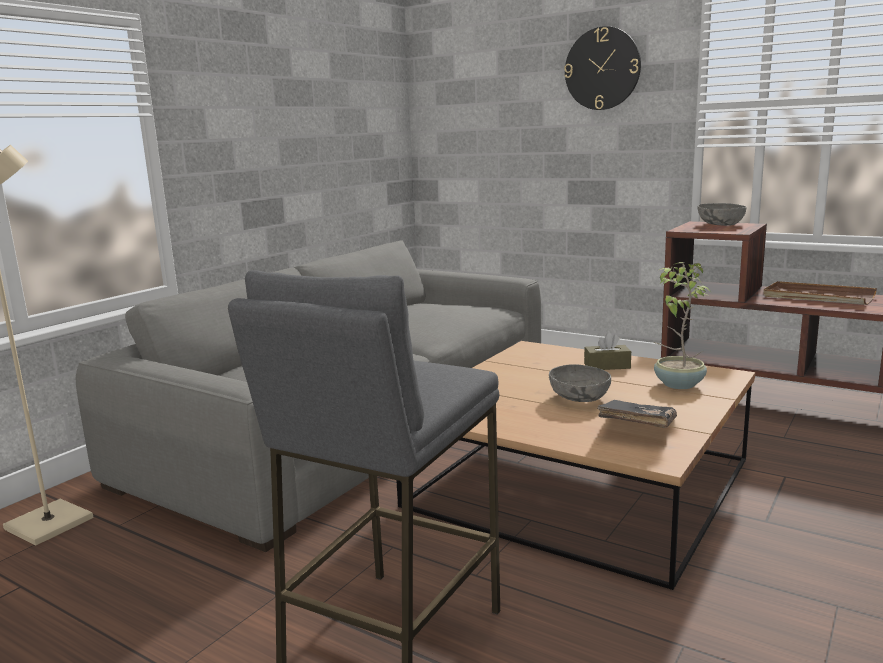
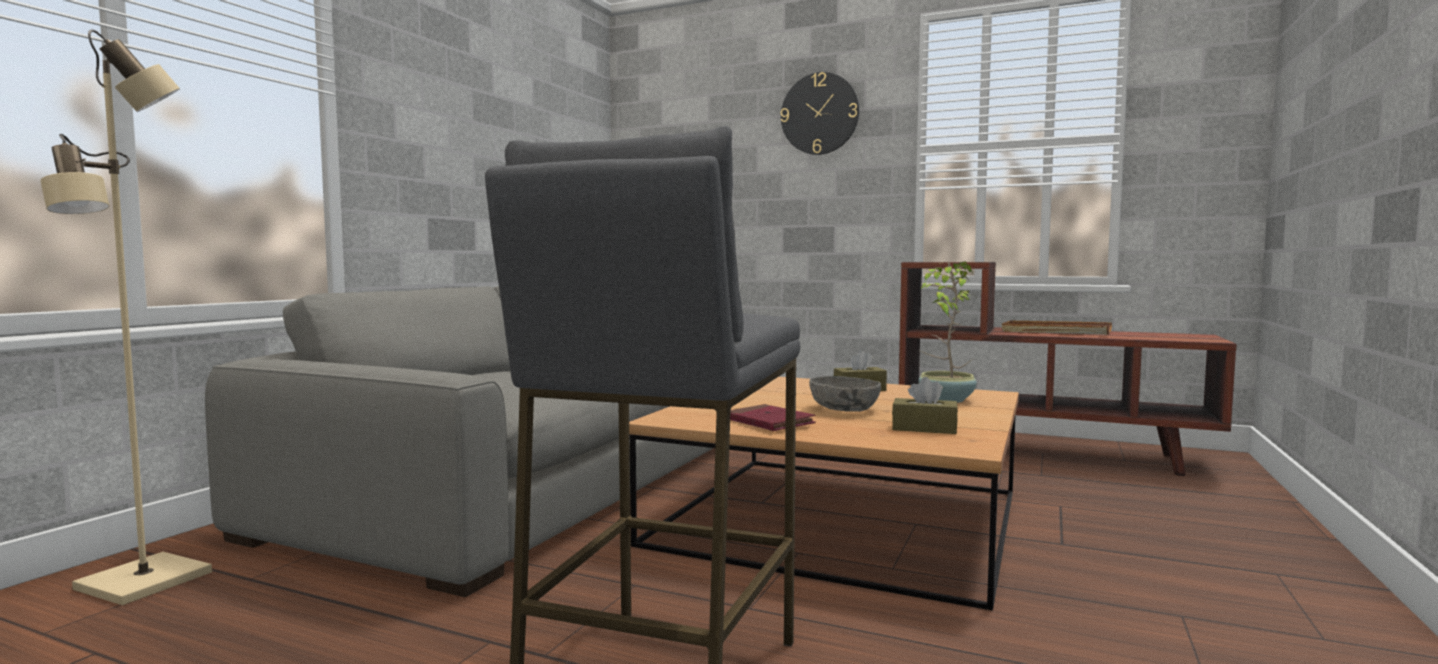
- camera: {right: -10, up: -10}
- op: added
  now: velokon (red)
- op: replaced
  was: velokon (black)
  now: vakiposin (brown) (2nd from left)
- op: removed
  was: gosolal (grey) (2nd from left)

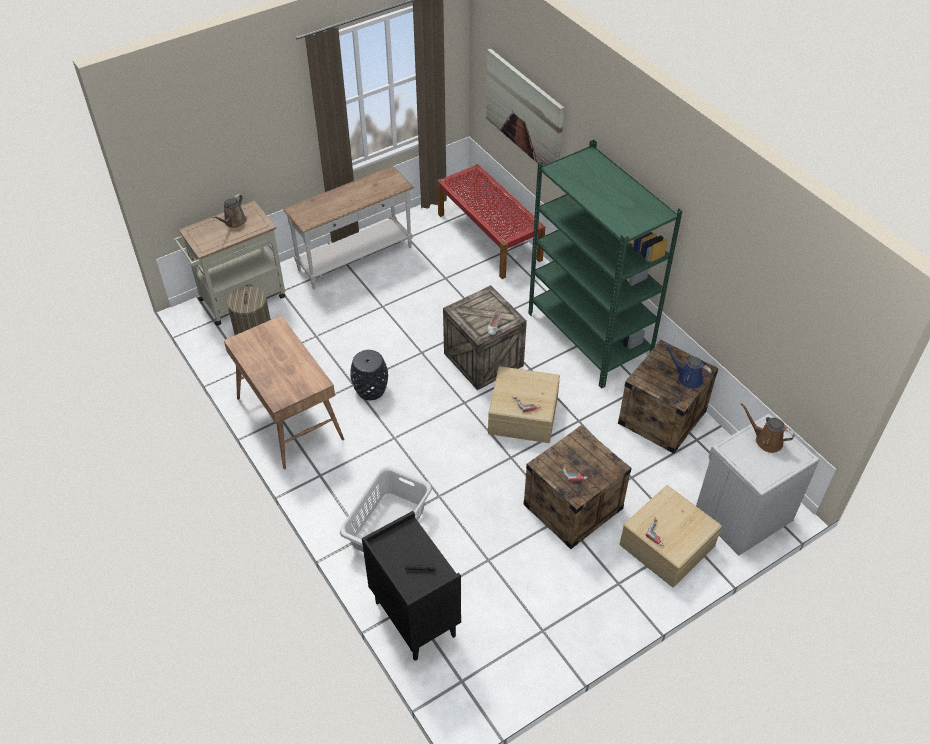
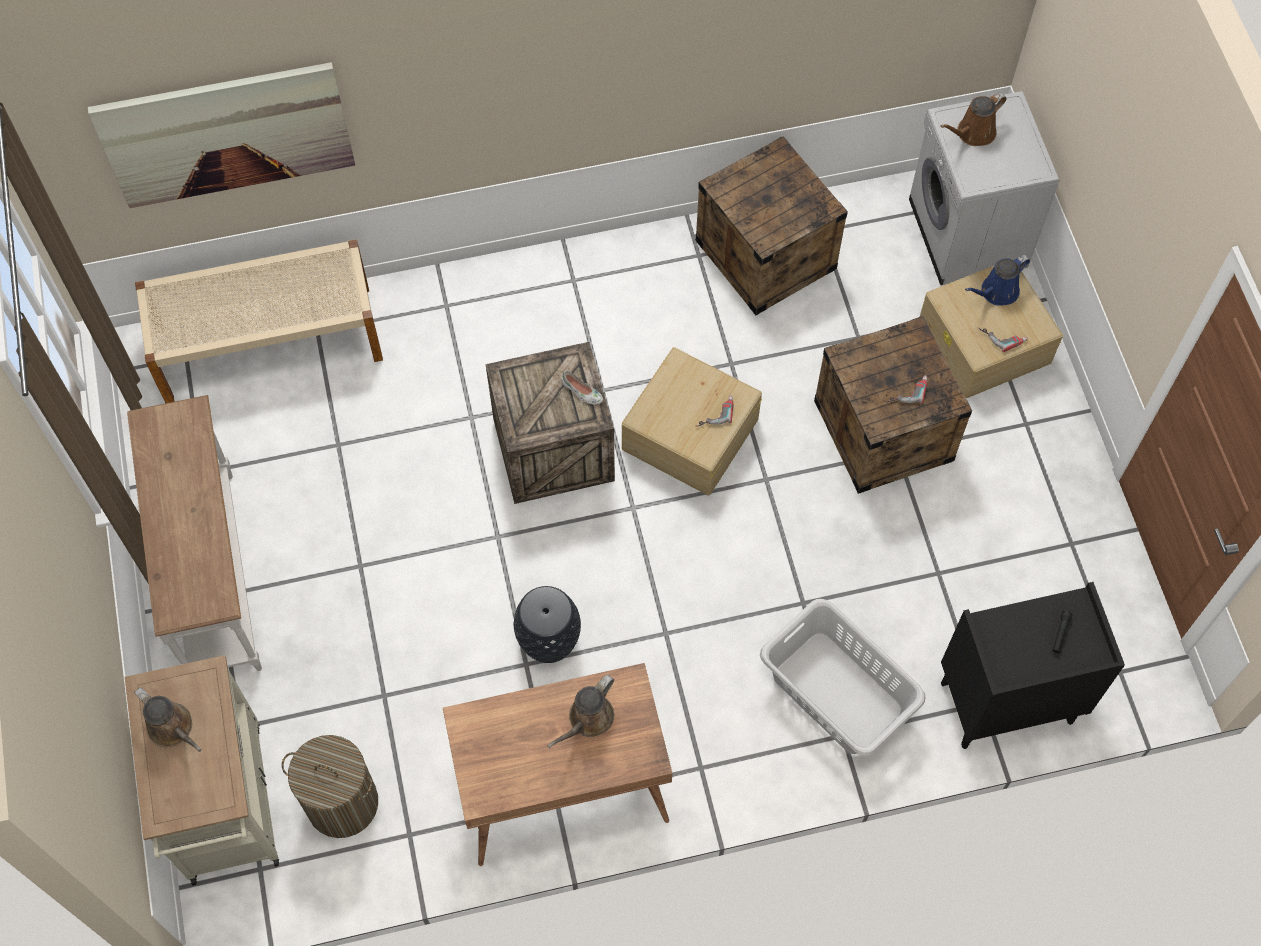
- camera: {right: -70, up: 15}
- op: recoloured
  was: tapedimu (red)
  now: tapedimu (beige)
- op: added
  now: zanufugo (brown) (2nd from left)
- op: moved
  was: zanufugo (blue)
- op: removed
  was: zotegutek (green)

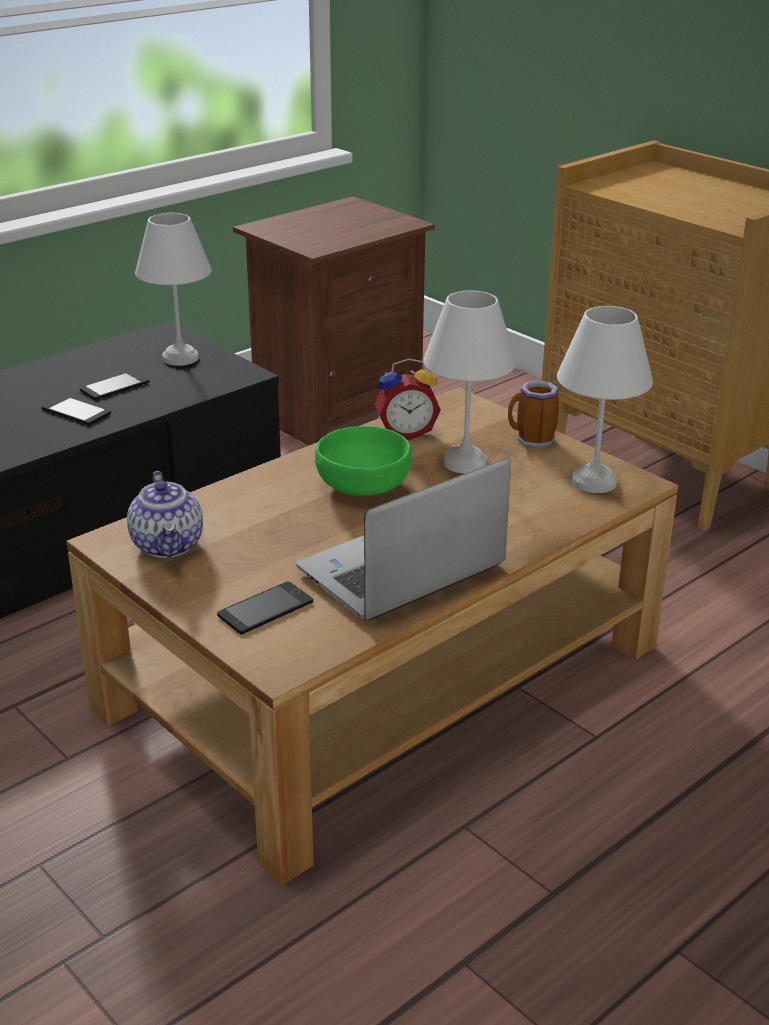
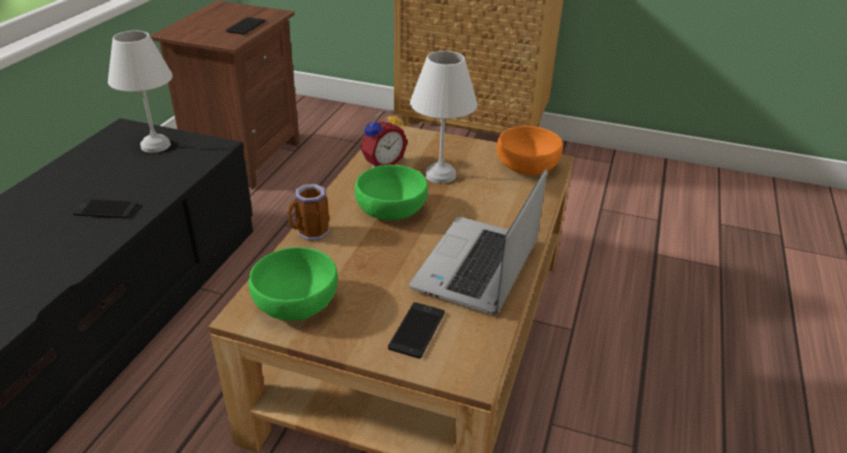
- camera: {right: -30, up: 5}
- op: moved
  was: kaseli (2nd from left)
- op: replaced
  was: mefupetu
  now: gosolal (green) (1st from left)
- op: moved
  was: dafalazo
- op: replaced
  was: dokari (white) (3rd from left)
  now: gosolal (orange)

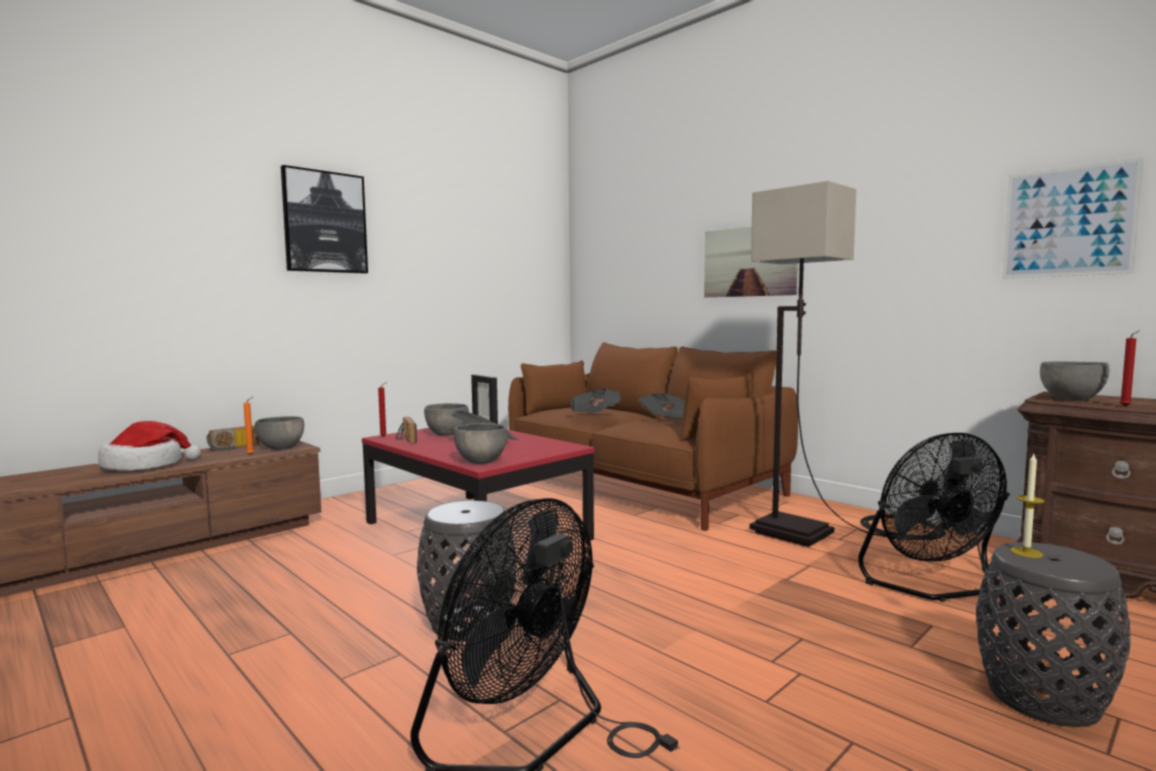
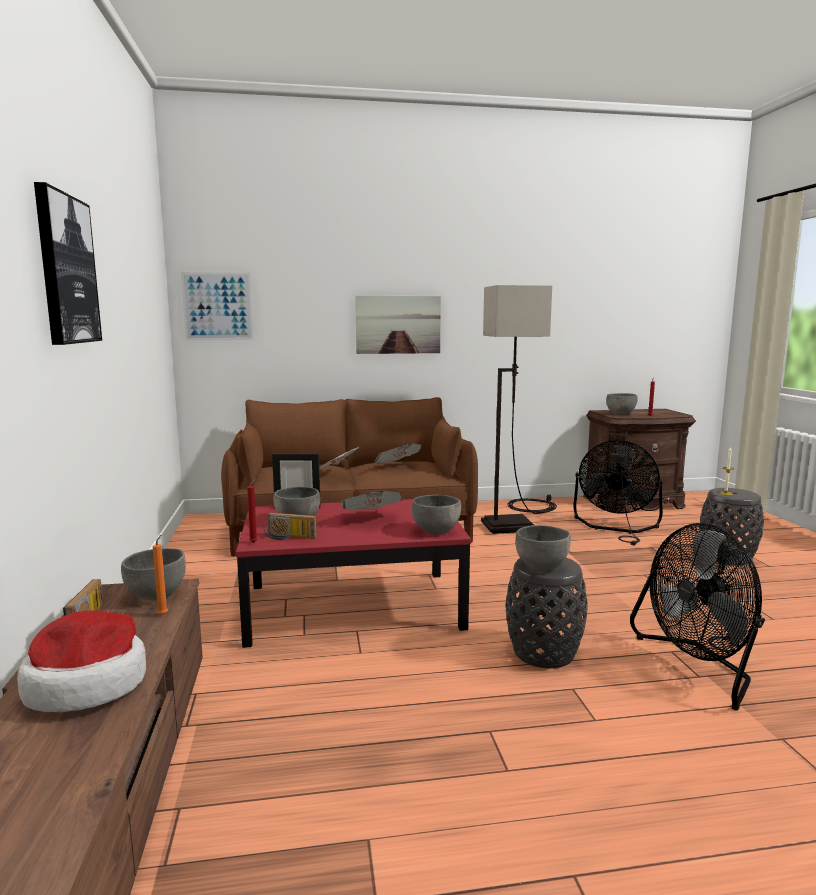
- camera: {right: -55, up: 5}
- op: moved
  was: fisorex (3rd from left in the first image)
  now: fisorex (2nd from left)
- op: added
  now: gosolal (grey) (4th from left)
- op: turned
  was: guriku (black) (2nd from left in the first image)
  clockwise: 90

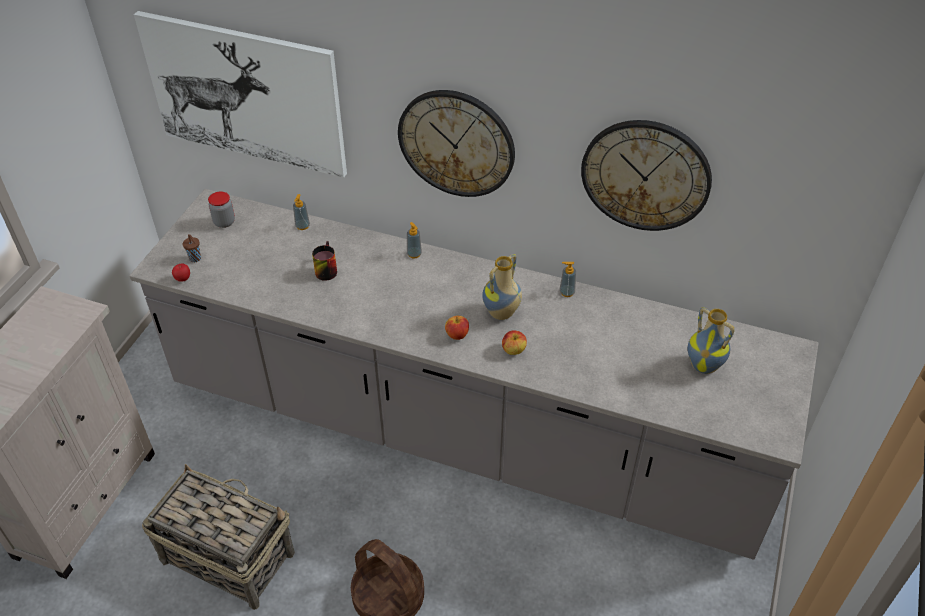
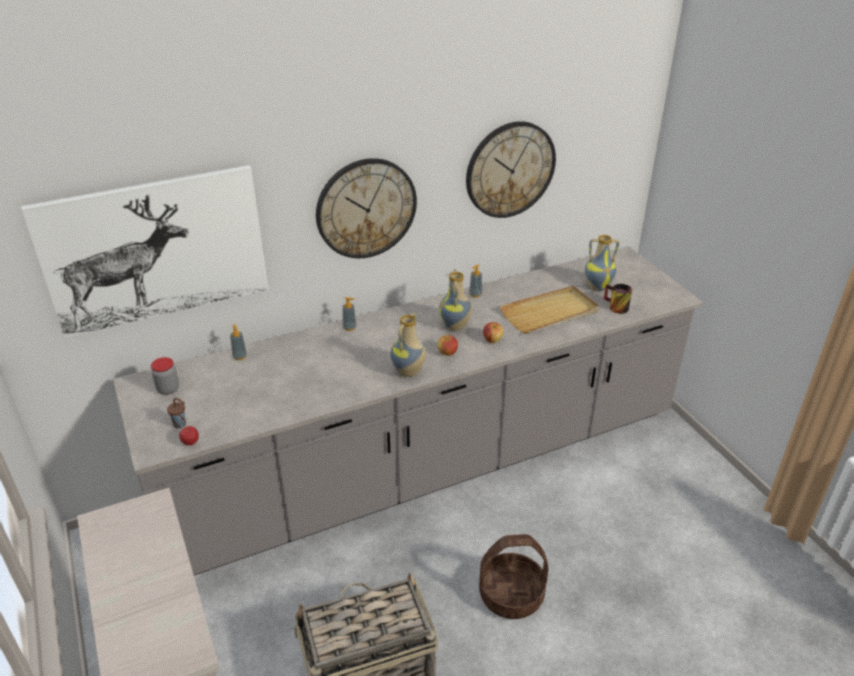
- camera: {right: -45, up: -10}
- op: added
  now: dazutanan (1st from left)
- op: added
  now: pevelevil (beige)
- op: moved
  was: dafalazo

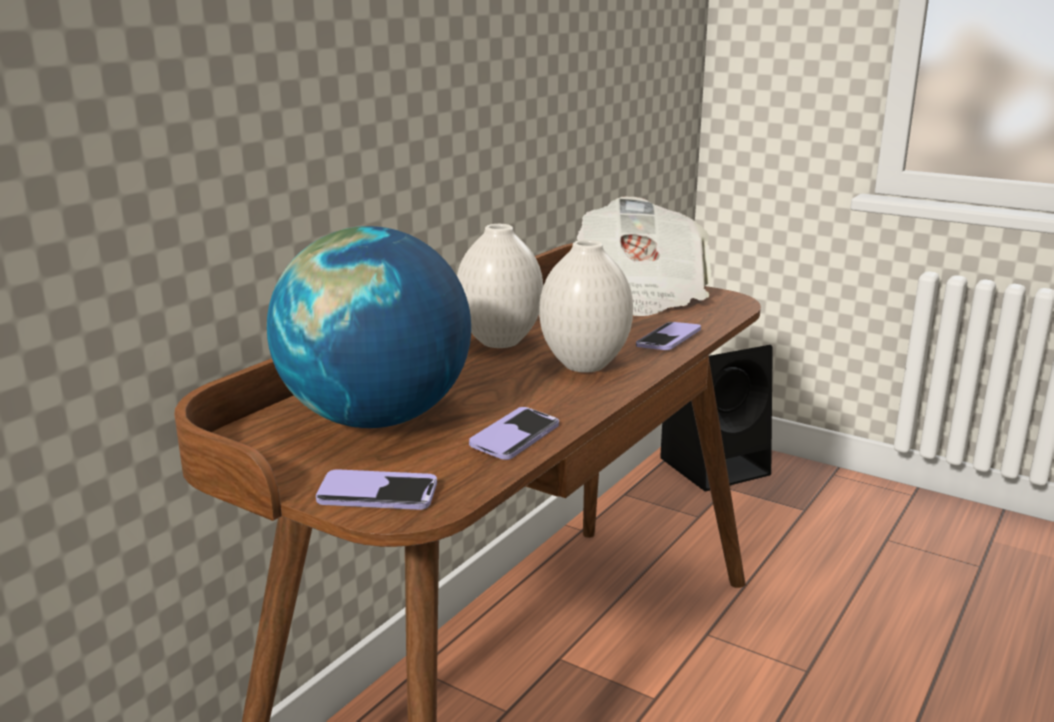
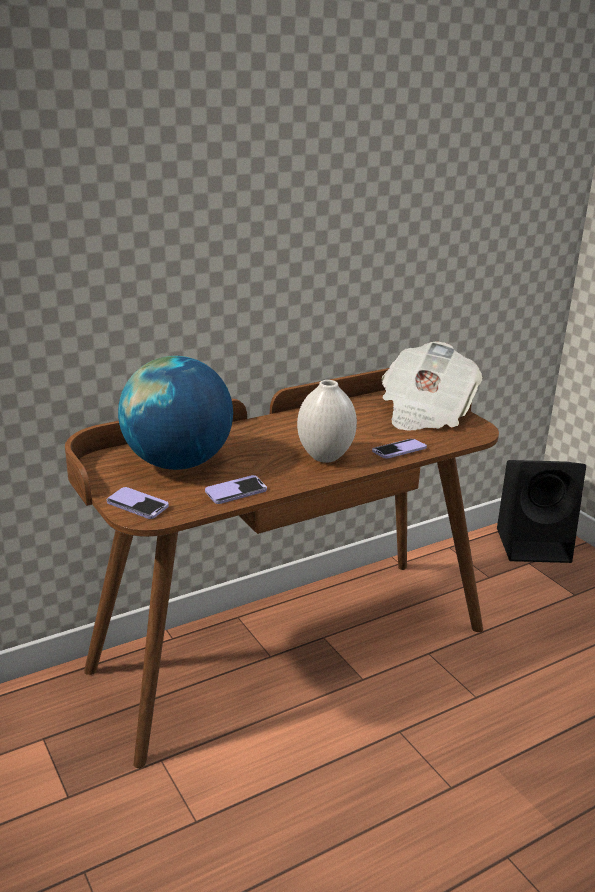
- camera: {right: 25, up: 5}
- op: removed
  was: dazutanan (white) (1st from left)

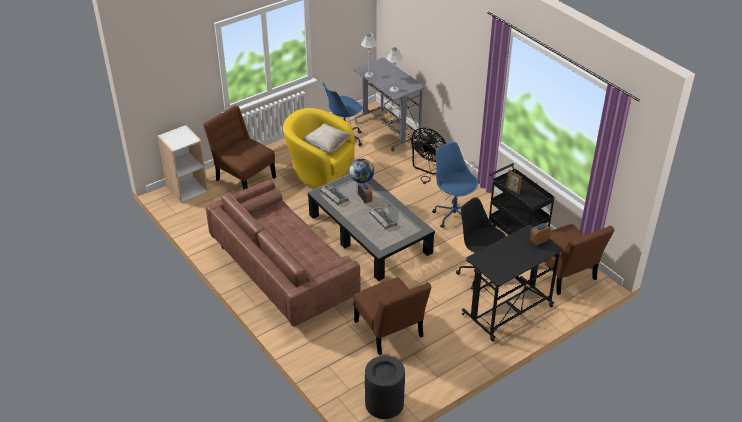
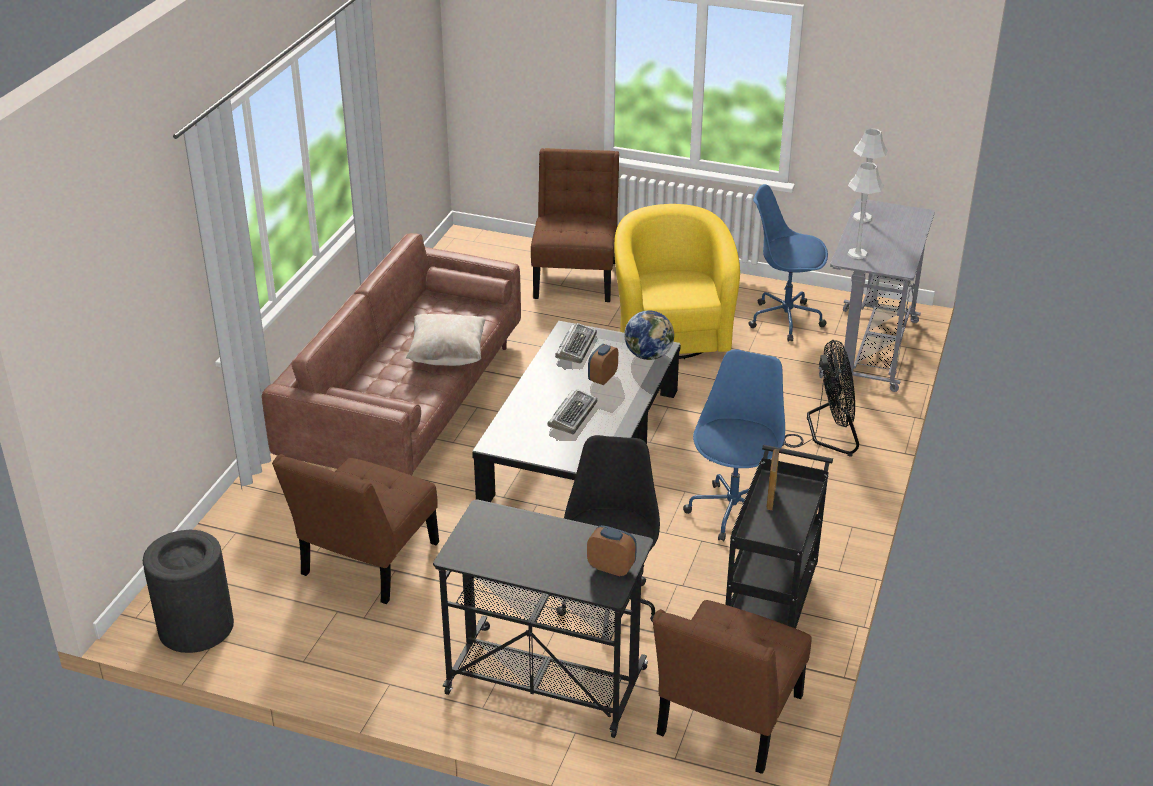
- camera: {right: 55, up: -5}
- op: moved
  was: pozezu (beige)
- op: removed
  was: zotegutek

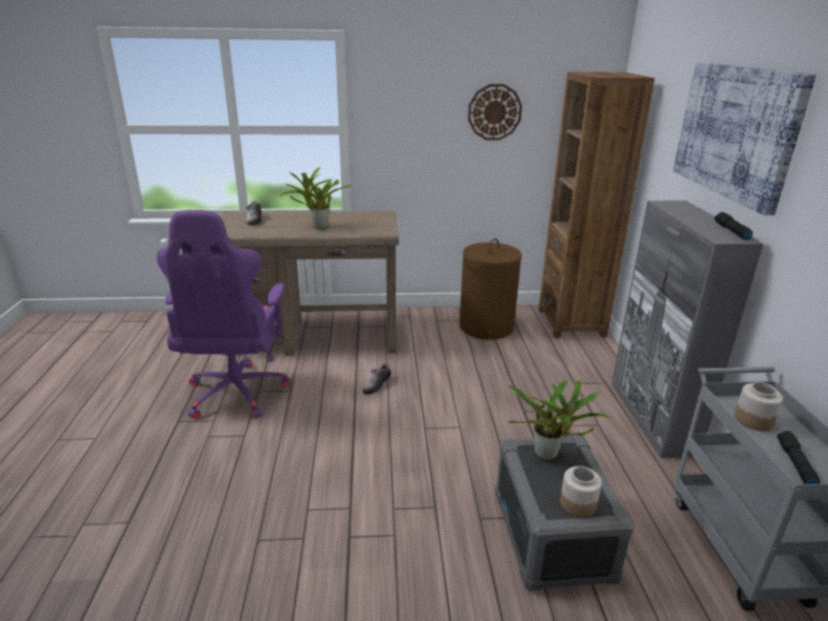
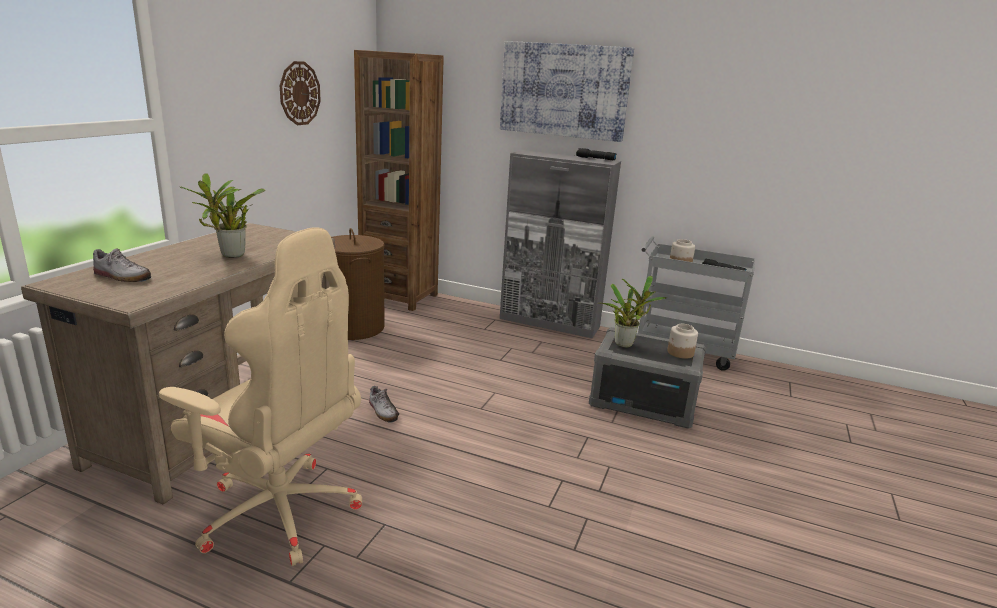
- camera: {right: -65, up: -5}
- op: recoloured
  was: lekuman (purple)
  now: lekuman (beige)

